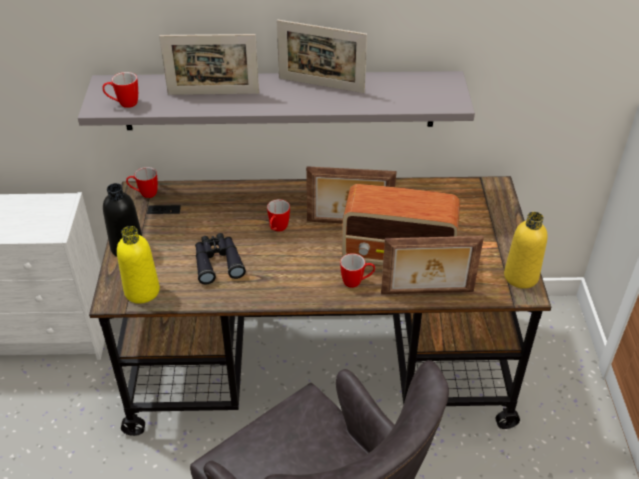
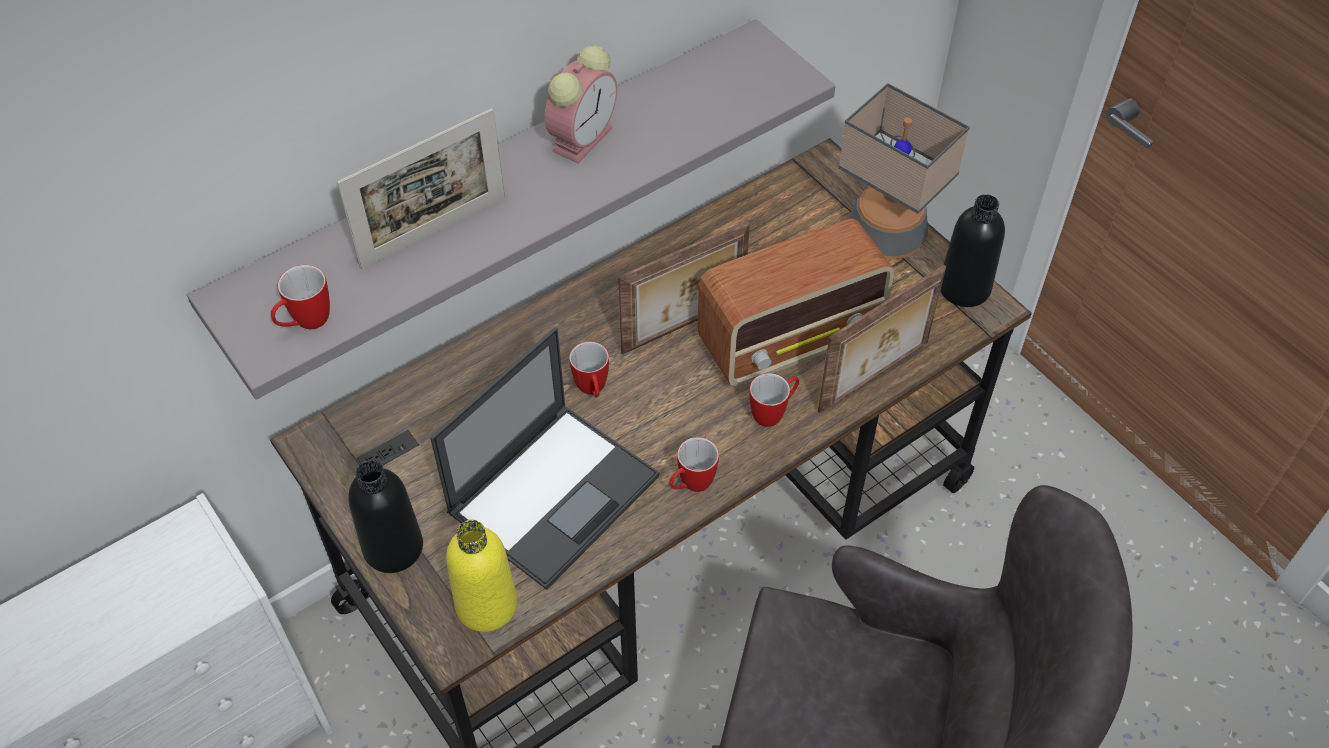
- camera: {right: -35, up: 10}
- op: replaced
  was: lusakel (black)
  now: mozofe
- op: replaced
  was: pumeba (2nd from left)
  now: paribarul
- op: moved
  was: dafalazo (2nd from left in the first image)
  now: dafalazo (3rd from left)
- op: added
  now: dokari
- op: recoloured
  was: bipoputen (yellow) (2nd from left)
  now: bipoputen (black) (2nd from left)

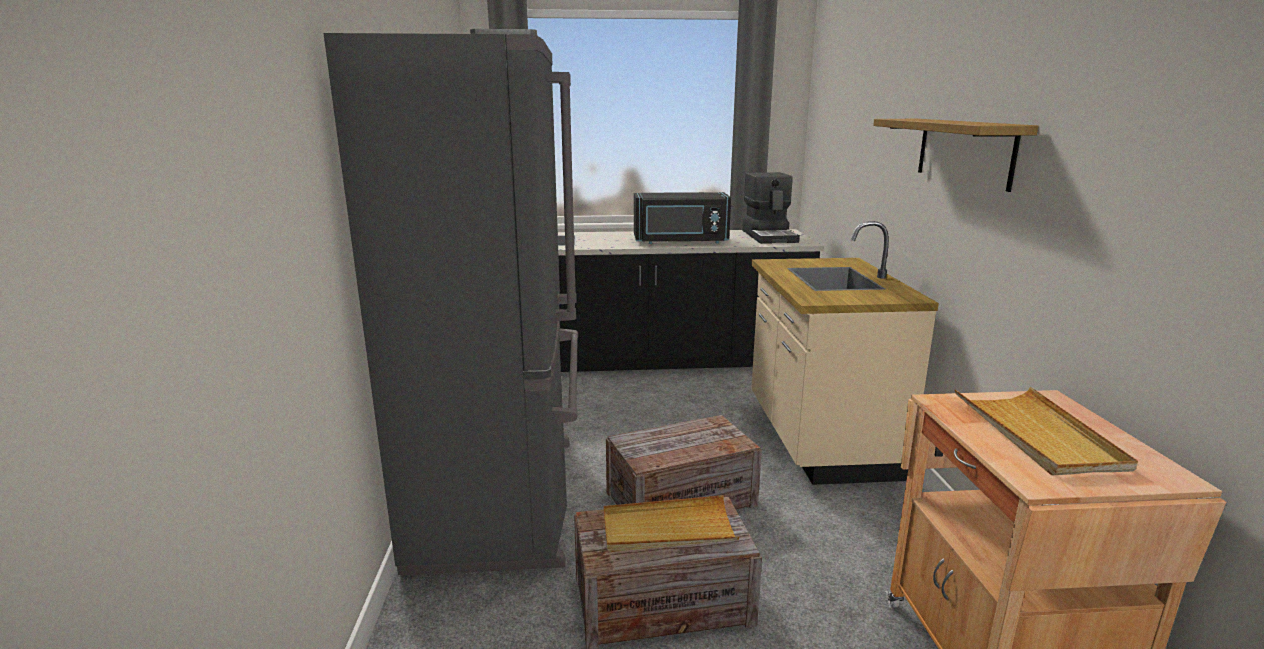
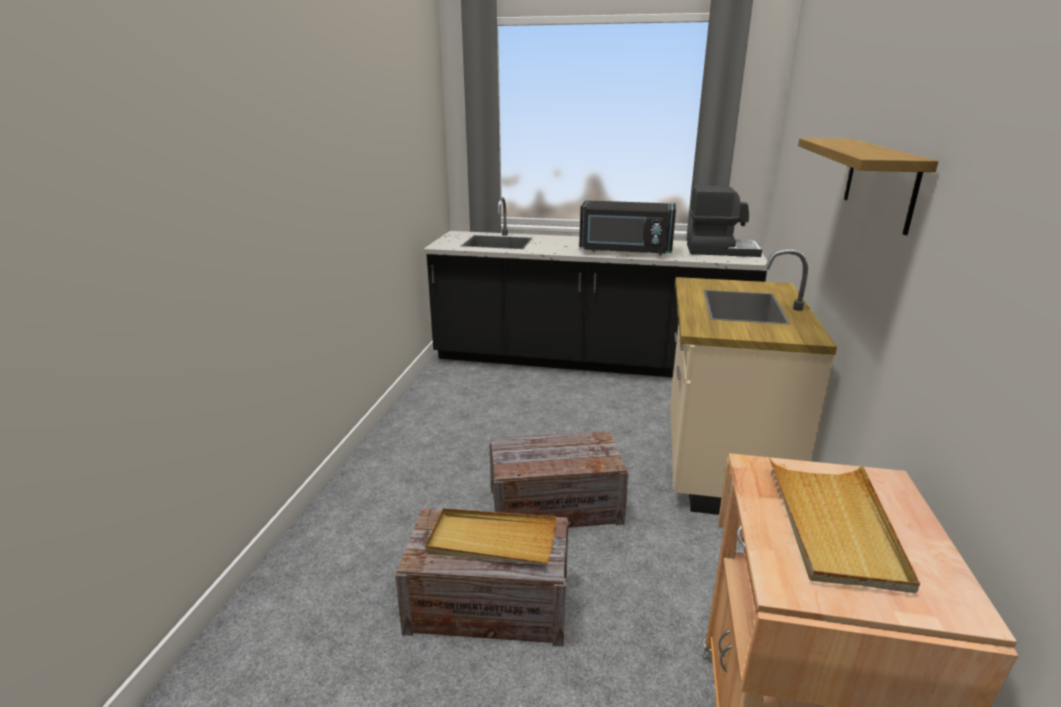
- camera: {right: 15, up: 5}
- op: turned
  was: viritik
  clockwise: -90
- op: removed
  was: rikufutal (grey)

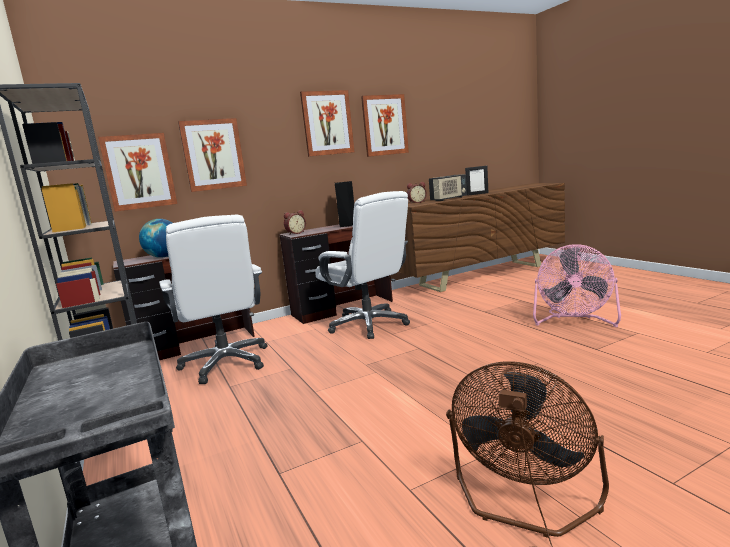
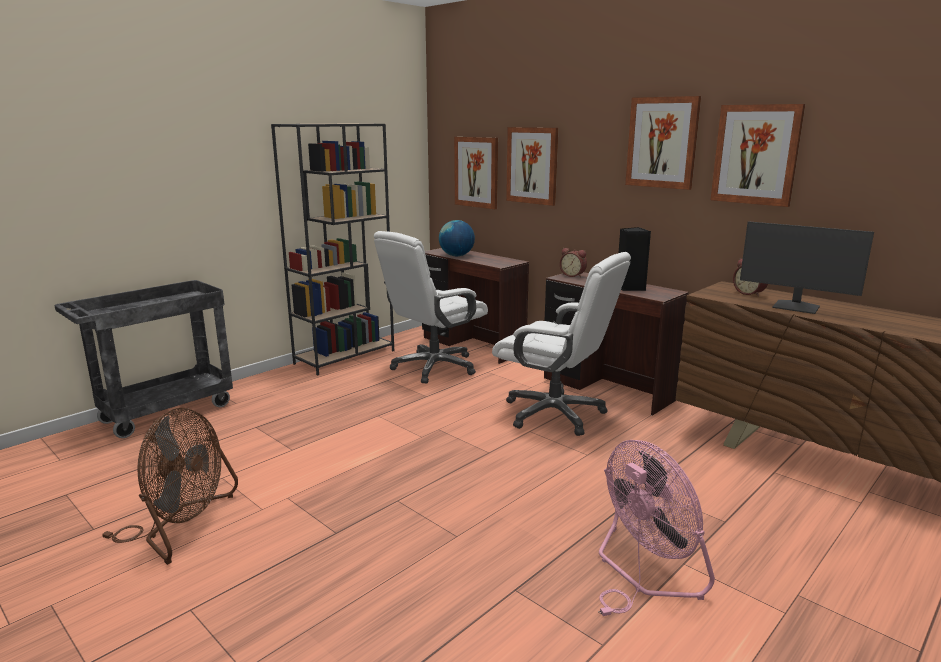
- camera: {right: 70, up: 5}
- op: turned
  was: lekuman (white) (2nd from left)
  clockwise: -90
- op: turned
  was: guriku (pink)
  clockwise: 150
- op: replaced
  was: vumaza
  now: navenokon
- op: removed
  was: pumeba

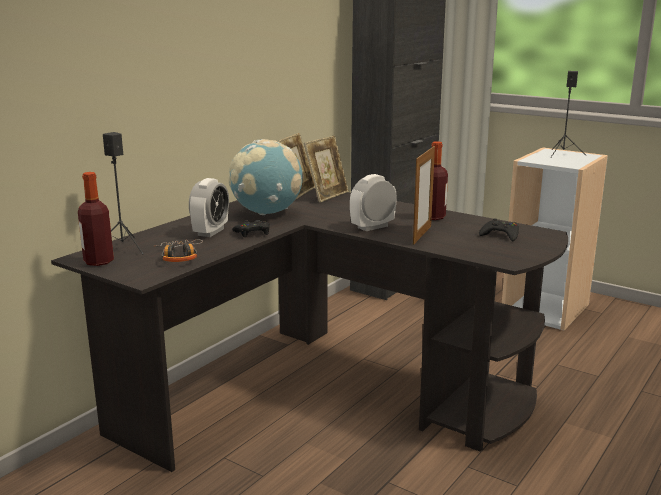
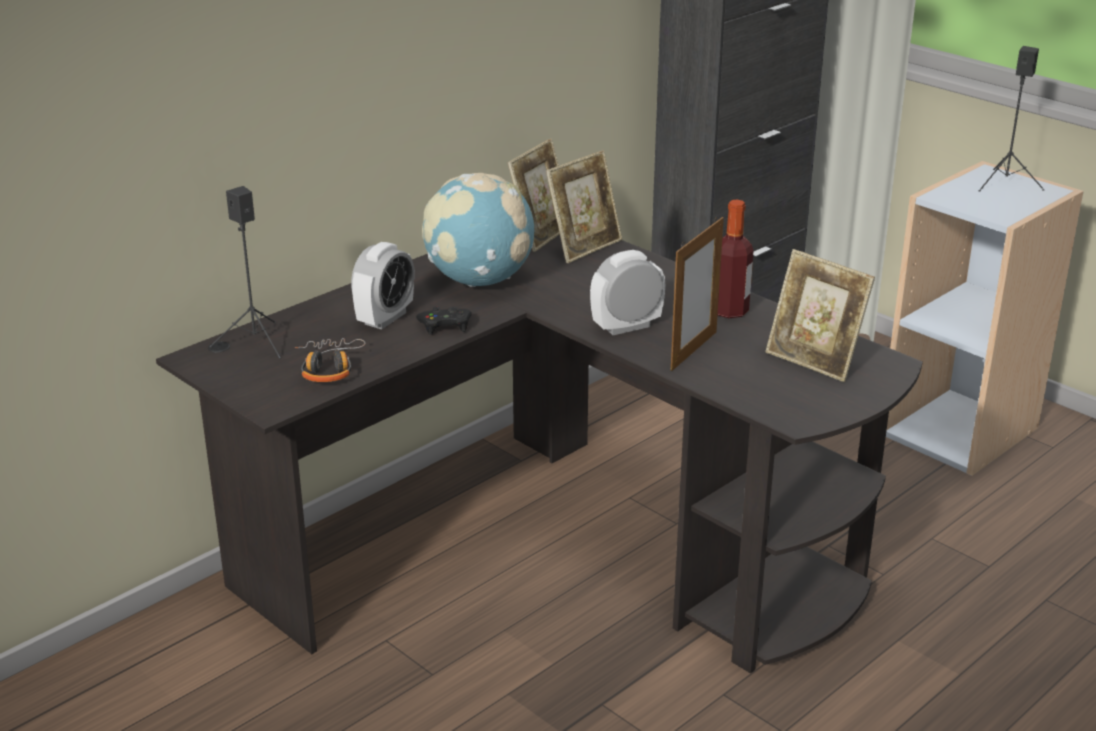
- camera: {right: 10, up: 10}
- op: replaced
  was: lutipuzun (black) (2nd from left)
  now: pumeba (4th from left)
- op: removed
  was: bipoputen (1st from left)

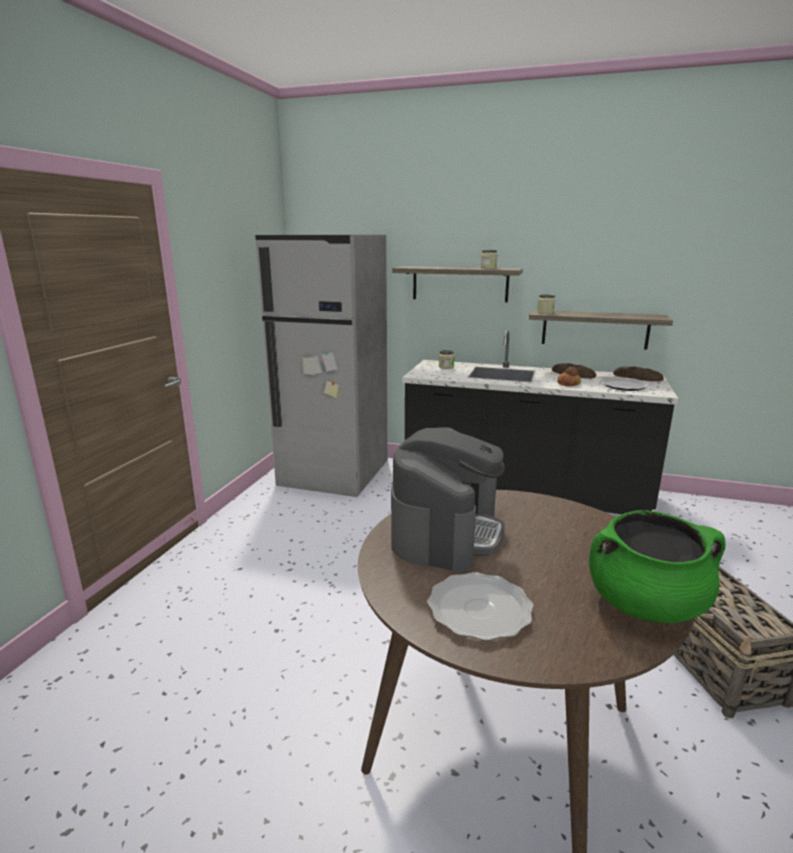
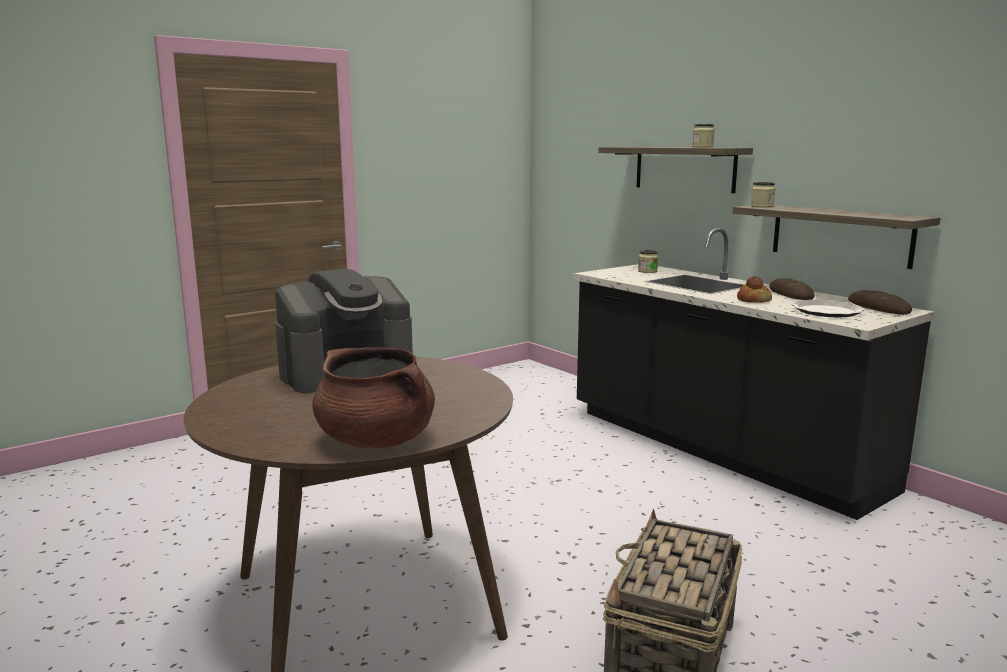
- camera: {right: 35, up: -5}
- op: recoloured
  was: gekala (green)
  now: gekala (brown)
- op: removed
  was: rikufutal (grey)
- op: removed
  was: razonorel (1st from left)

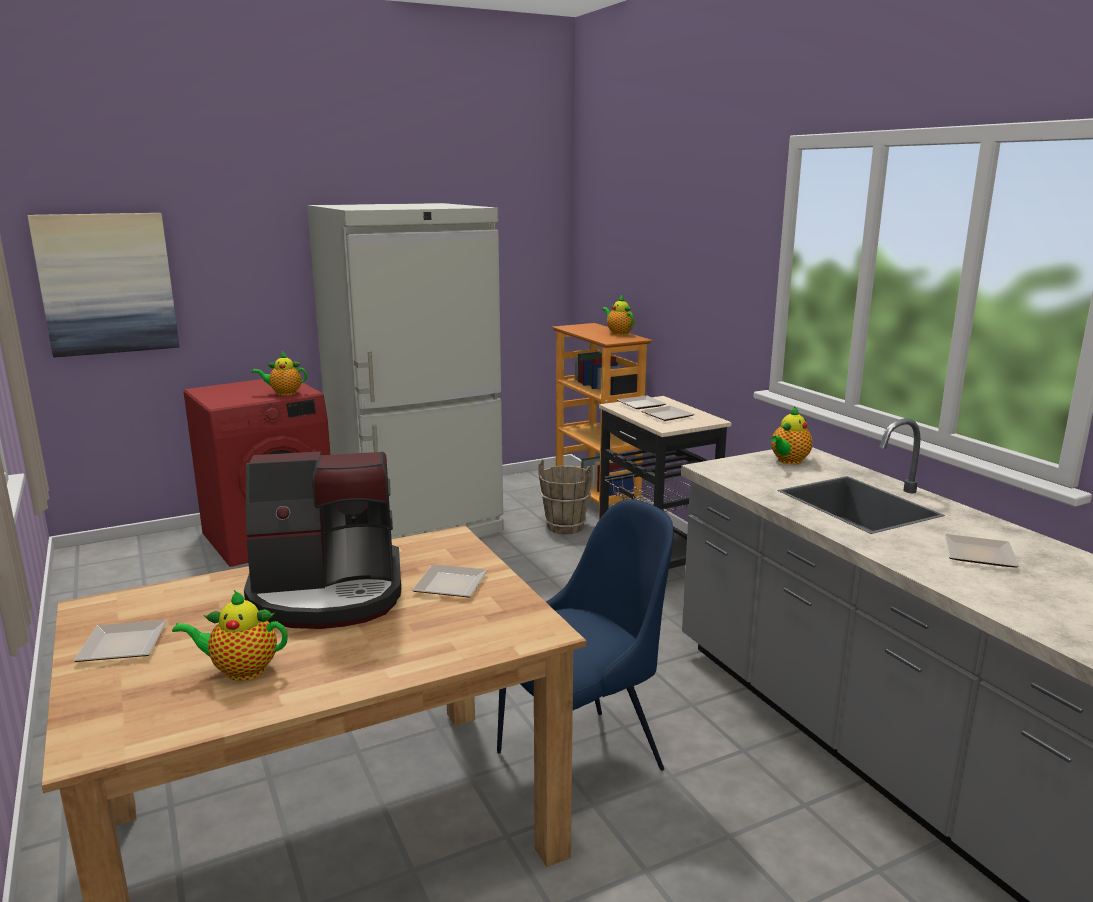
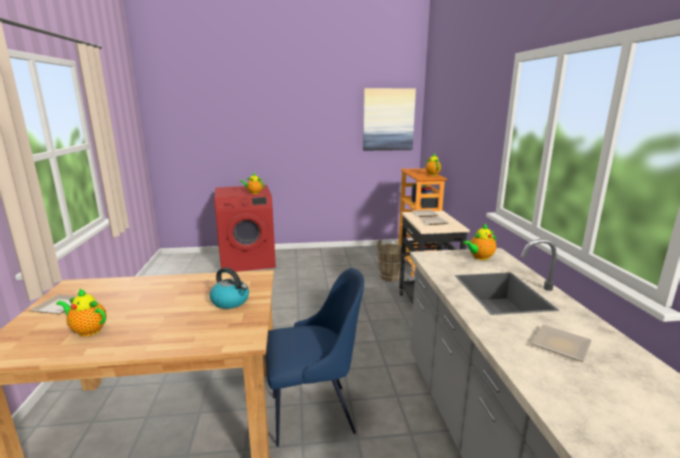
- camera: {right: 20, up: 0}
- op: replaced
  was: razonorel (2nd from left)
  now: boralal
- op: moved
  was: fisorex
- op: removed
  was: viritik
- op: removed
  was: rikufutal (white)

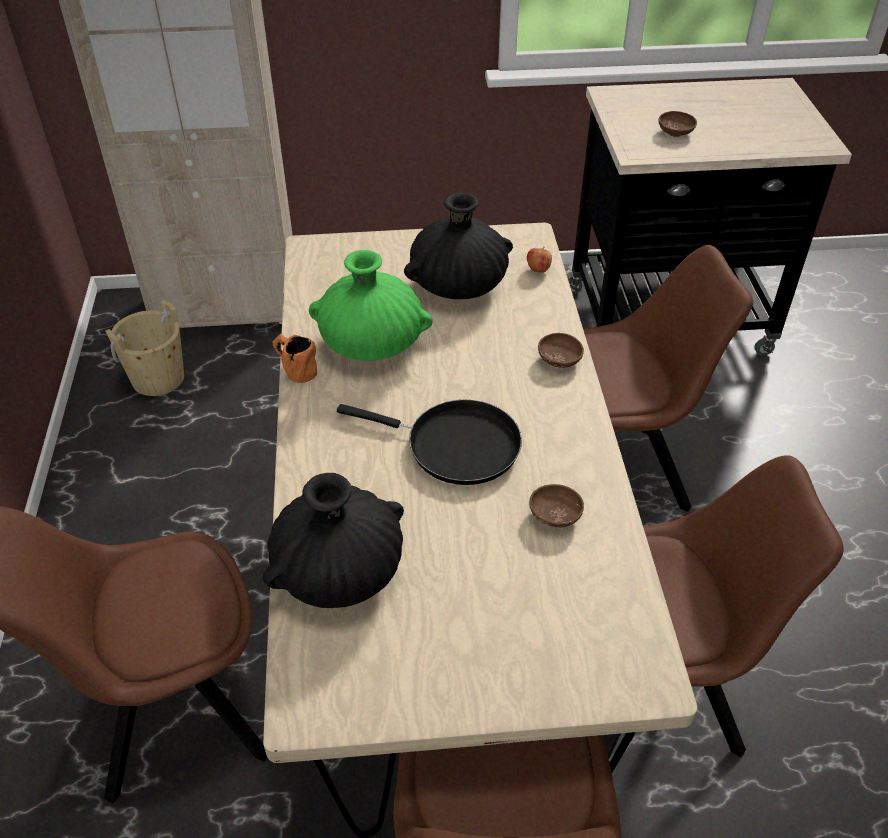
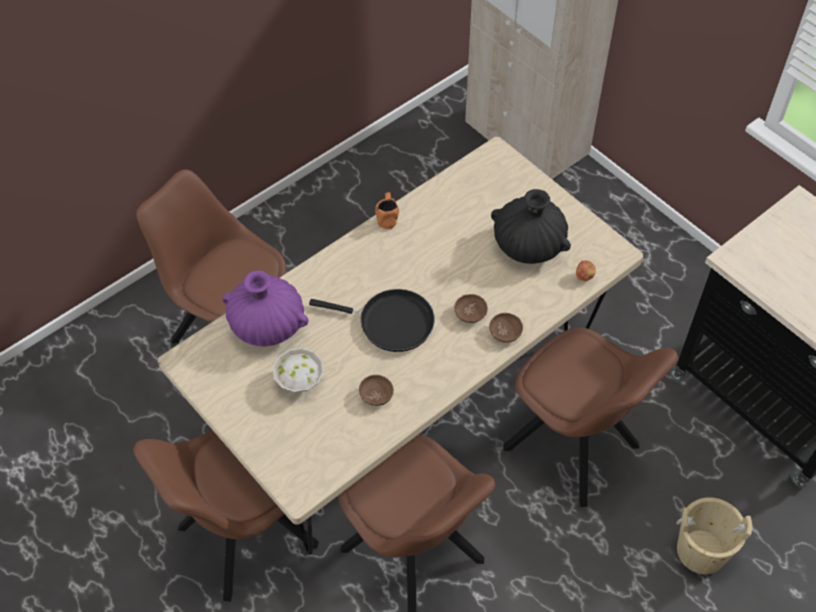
- camera: {right: 55, up: 10}
- op: recoloured
  was: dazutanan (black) (1st from left)
  now: dazutanan (purple)
- op: added
  now: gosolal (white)
- op: turned
  was: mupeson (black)
  clockwise: -60
- op: moved
  was: gosolal (brown) (3rd from left in the first image)
  now: gosolal (brown) (2nd from left)
- op: moved
  was: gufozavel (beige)
- op: removed
  was: dazutanan (green)

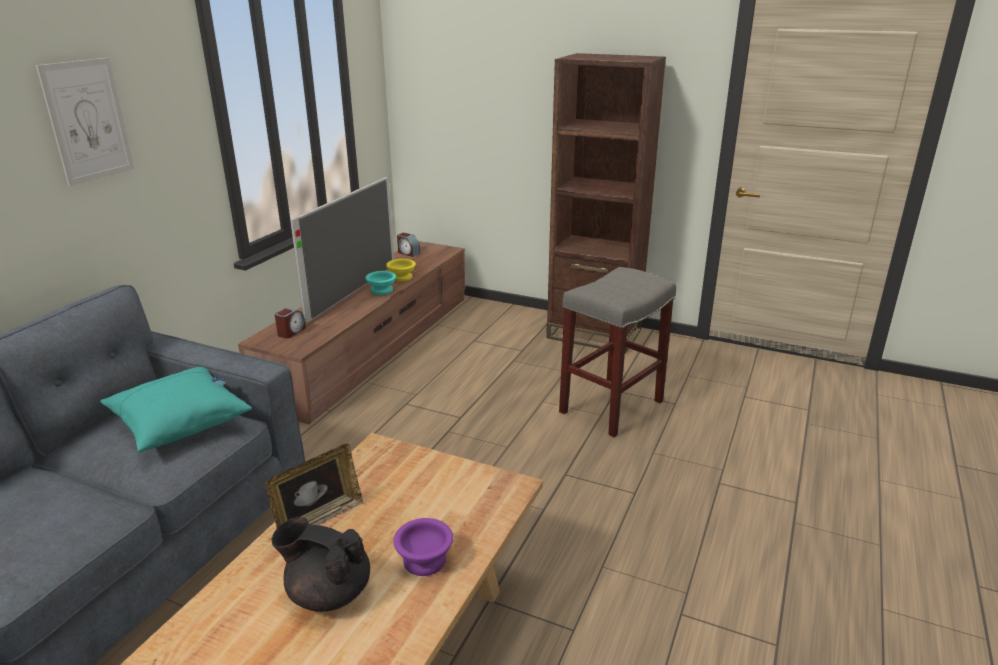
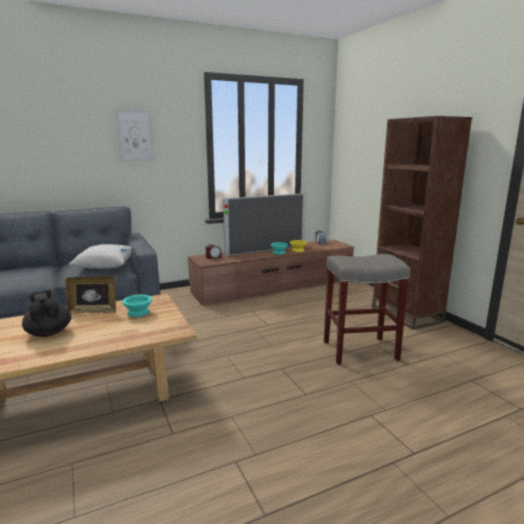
- camera: {right: 40, up: -10}
- op: recoloured
  was: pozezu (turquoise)
  now: pozezu (grey)
- op: added
  now: gosolal (turquoise) (1st from left)
- op: removed
  was: gosolal (purple)

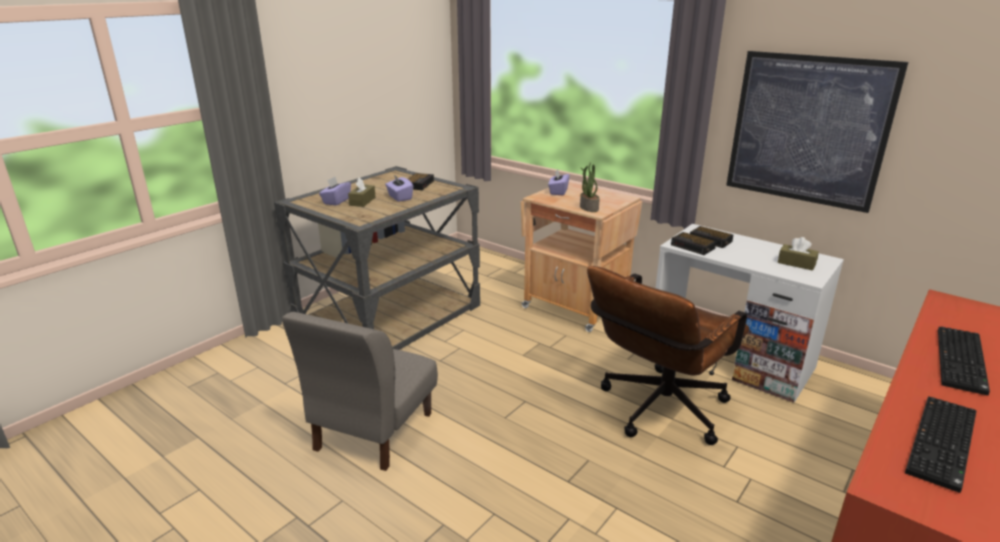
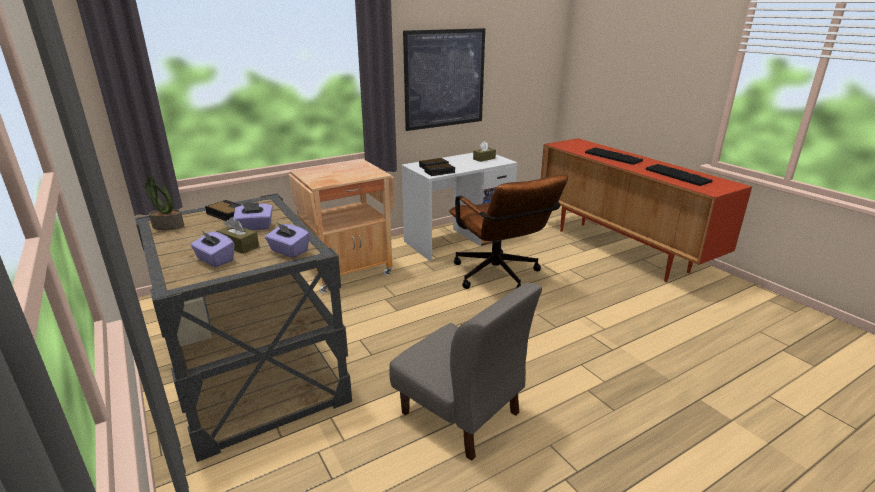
- camera: {right: -70, up: 0}
- op: moved
  was: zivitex
- op: moved
  was: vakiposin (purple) (3rd from left)

